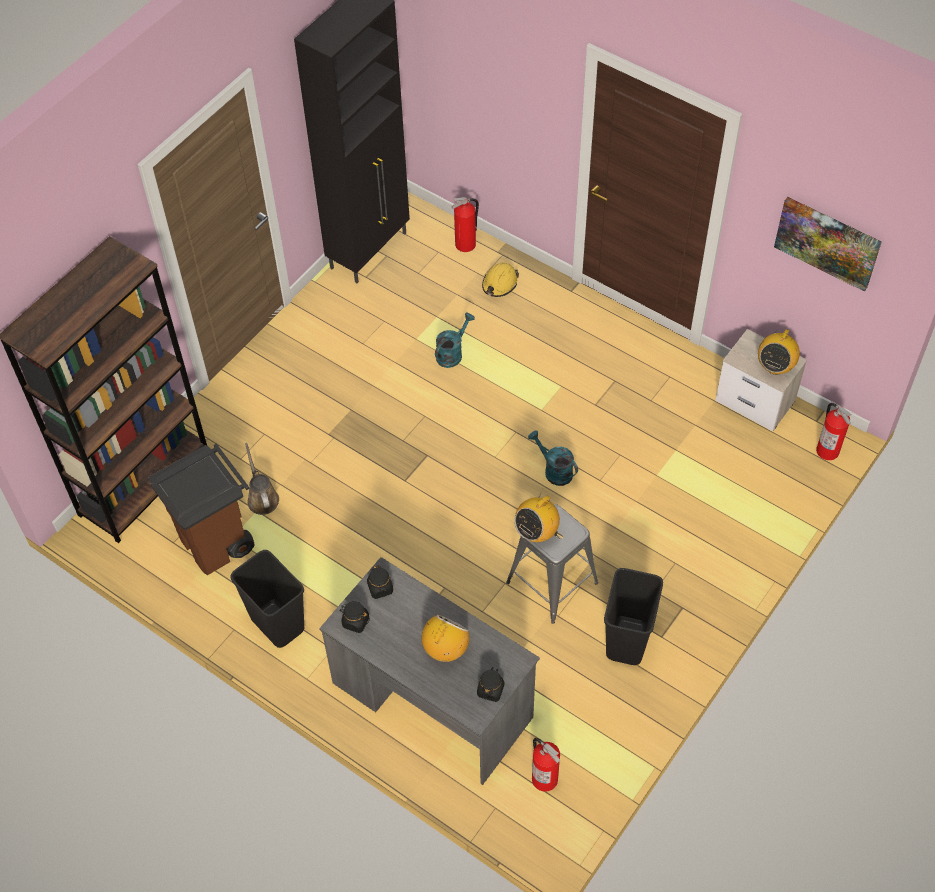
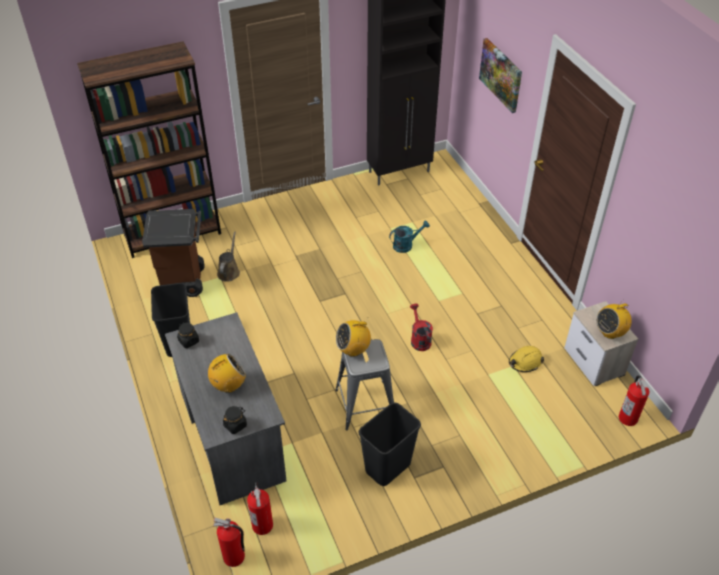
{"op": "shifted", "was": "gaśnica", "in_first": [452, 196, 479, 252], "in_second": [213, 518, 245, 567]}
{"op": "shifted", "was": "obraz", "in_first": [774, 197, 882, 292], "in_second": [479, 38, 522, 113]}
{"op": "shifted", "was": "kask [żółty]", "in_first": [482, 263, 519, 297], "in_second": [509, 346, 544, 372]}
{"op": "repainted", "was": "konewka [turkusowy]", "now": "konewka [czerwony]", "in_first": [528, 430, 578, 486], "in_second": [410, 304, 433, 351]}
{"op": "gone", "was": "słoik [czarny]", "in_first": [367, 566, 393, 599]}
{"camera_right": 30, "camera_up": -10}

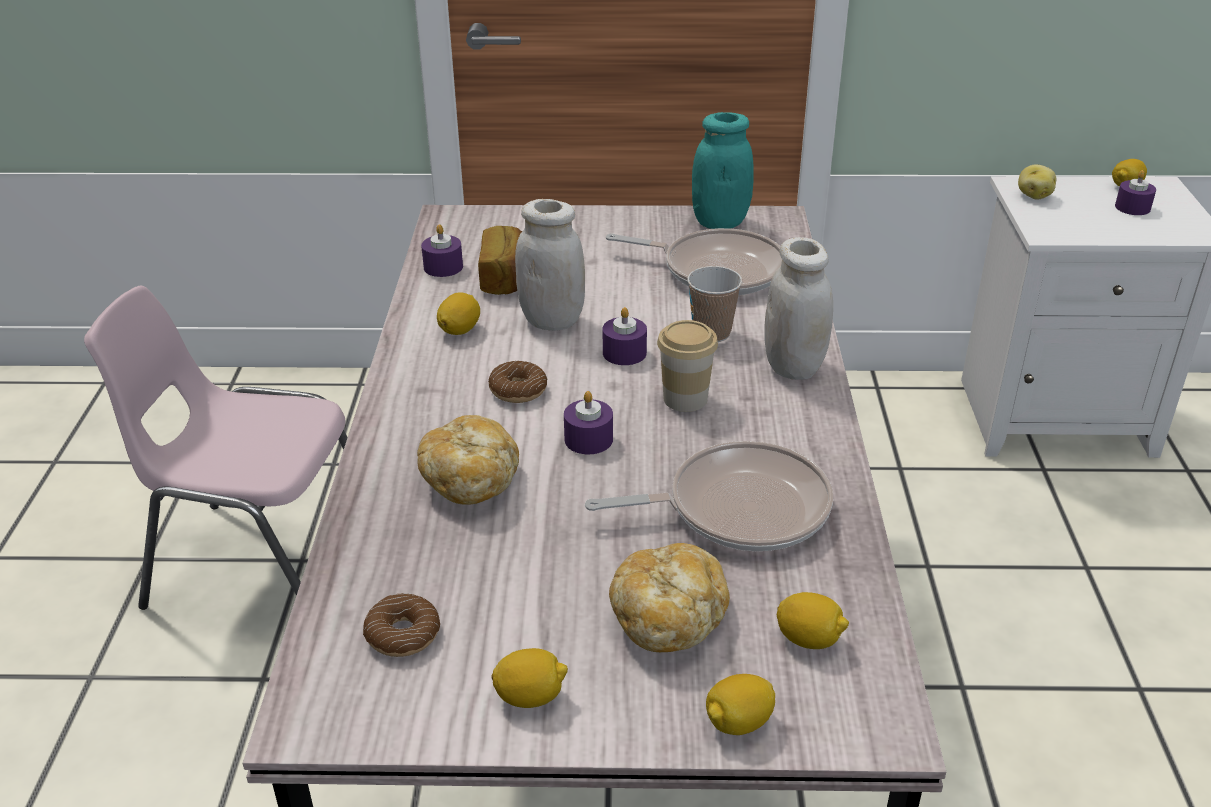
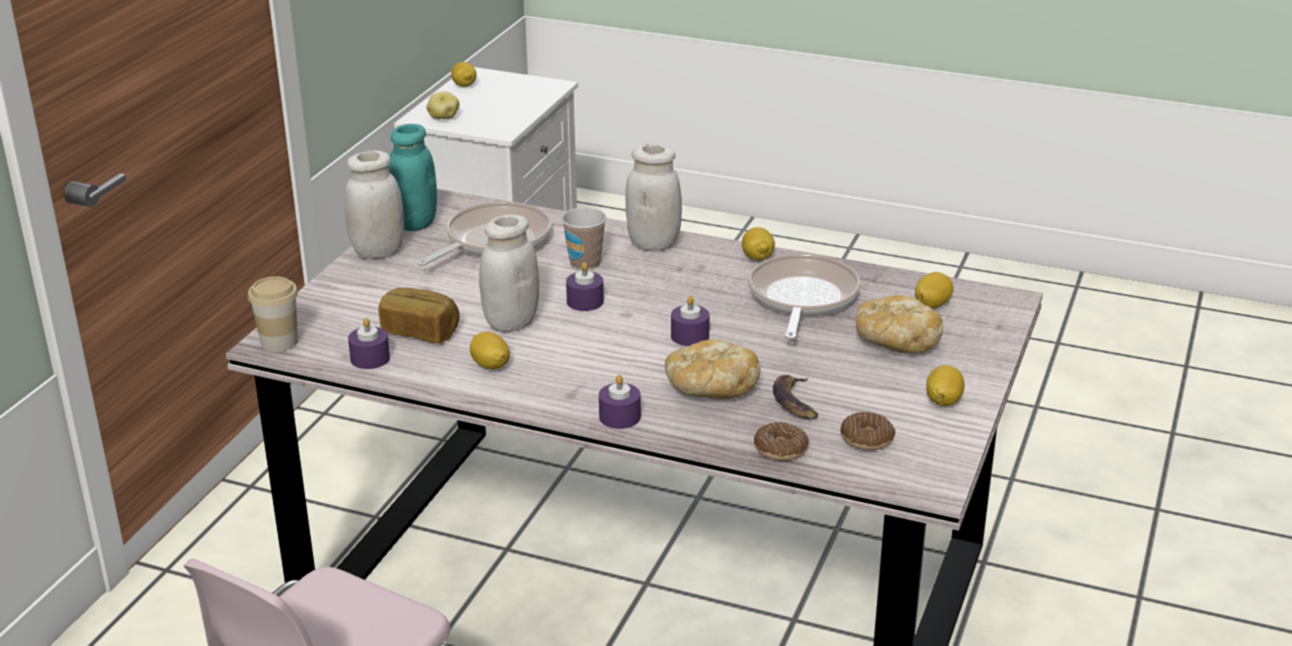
{"op": "shifted", "was": "świeca [fioletowy]", "in_first": [1115, 170, 1156, 215], "in_second": [599, 374, 641, 429]}
{"op": "shifted", "was": "filiżanka", "in_first": [657, 320, 718, 412], "in_second": [248, 276, 298, 352]}
{"op": "shifted", "was": "donut", "in_first": [488, 361, 547, 403], "in_second": [754, 422, 809, 461]}
{"op": "shifted", "was": "cytryna", "in_first": [706, 674, 775, 735], "in_second": [742, 227, 775, 260]}
{"op": "new", "now": "słoik [biały]", "in_second": [345, 150, 404, 259]}
{"op": "new", "now": "banan", "in_second": [773, 375, 818, 419]}
{"camera_right": -70, "camera_up": -5}

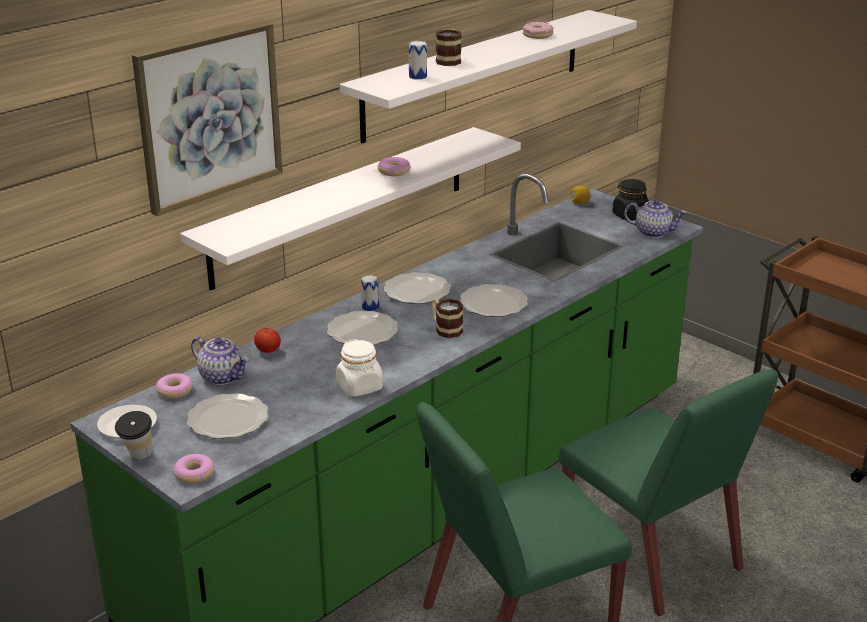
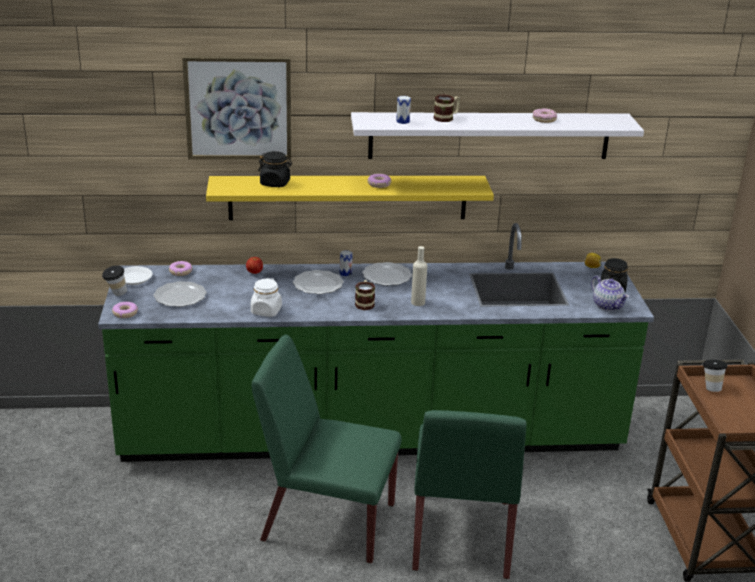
{"op": "repainted", "was": "półka [biały]", "now": "półka [żółty]", "in_first": [180, 127, 521, 291], "in_second": [206, 176, 494, 220]}
{"op": "swapped", "was": "talerz", "now": "butelka [beżowy]", "in_first": [460, 284, 528, 317], "in_second": [411, 246, 427, 306]}
{"op": "gone", "was": "imbryk", "in_first": [191, 337, 249, 385]}
{"op": "new", "now": "słoik [czarny]", "in_second": [258, 151, 292, 187]}
{"op": "new", "now": "filiżanka", "in_second": [703, 360, 728, 392]}
{"camera_right": 40, "camera_up": 0}

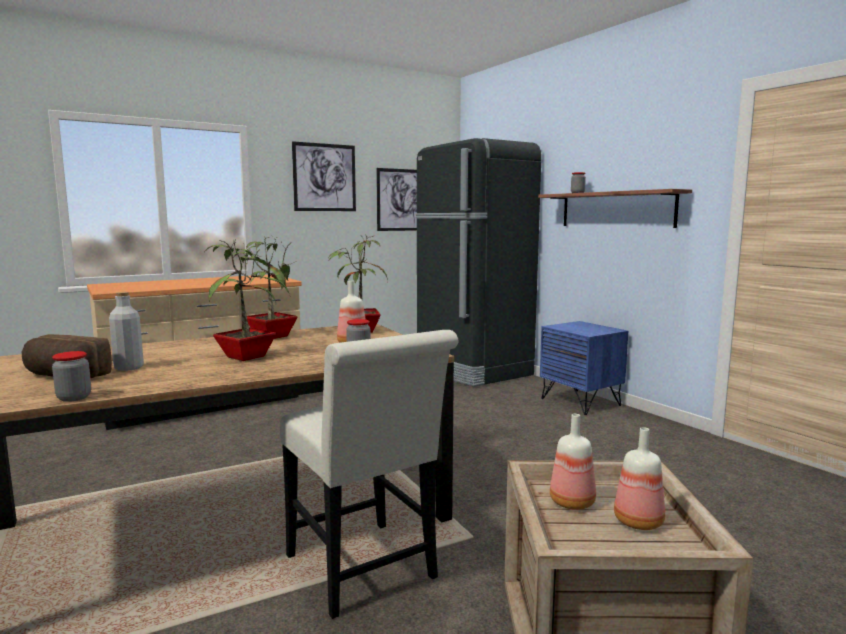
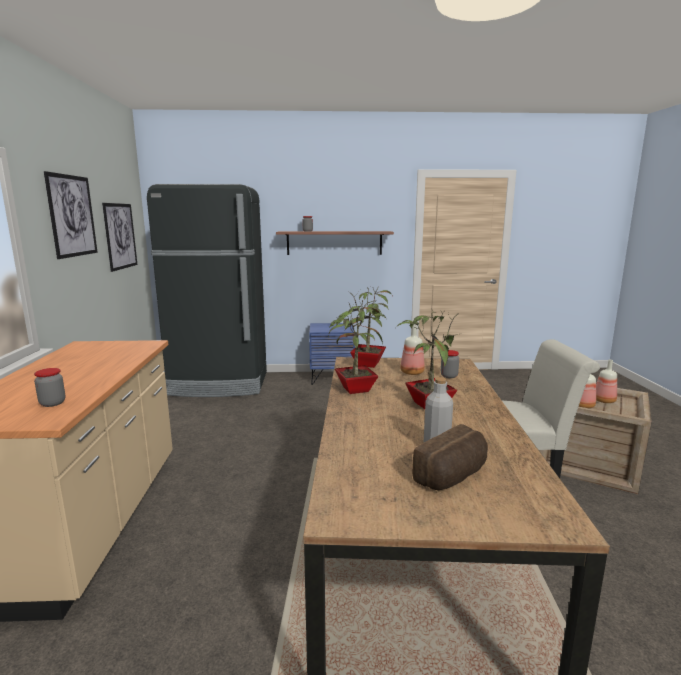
{"op": "shifted", "was": "słoik", "in_first": [52, 351, 91, 402], "in_second": [34, 368, 65, 407]}
{"camera_right": -60, "camera_up": 5}

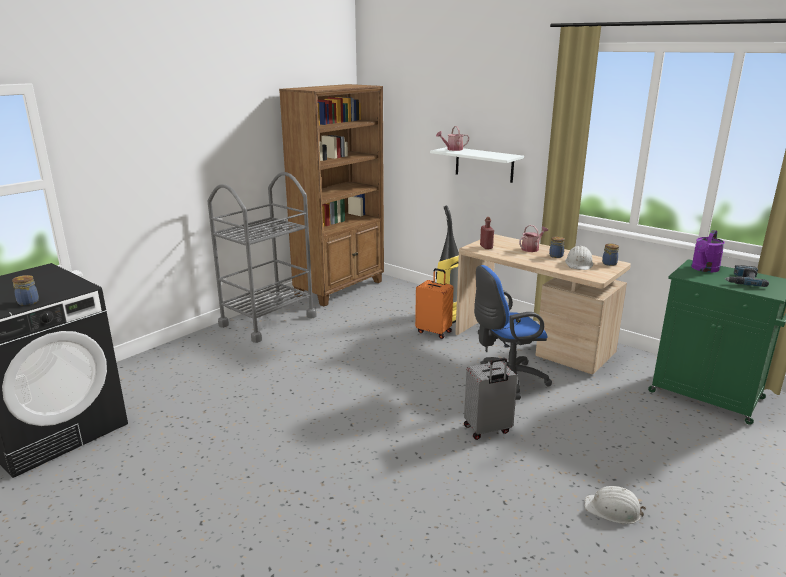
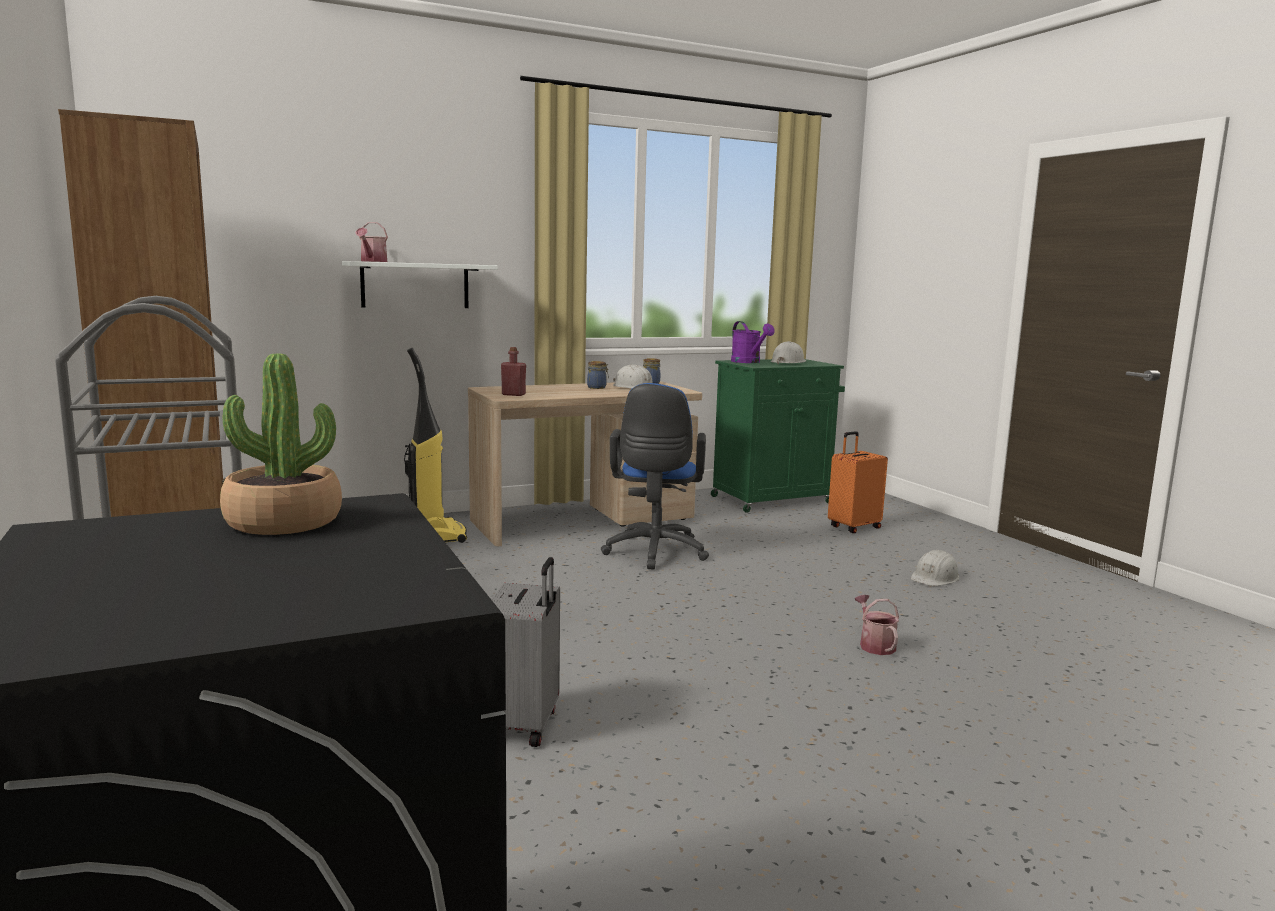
{"op": "shifted", "was": "konewka", "in_first": [519, 225, 548, 252], "in_second": [855, 595, 899, 655]}
{"op": "swapped", "was": "wiertarka", "now": "kask [biały]", "in_first": [724, 265, 769, 287], "in_second": [771, 341, 807, 364]}
{"op": "shifted", "was": "walizka [pomarańczowy]", "in_first": [415, 268, 454, 339], "in_second": [828, 431, 888, 533]}
{"op": "gone", "was": "słoik", "in_first": [12, 275, 39, 306]}
{"op": "shifted", "was": "walizka [szary]", "in_first": [464, 358, 518, 440], "in_second": [491, 557, 560, 747]}
{"op": "new", "now": "roślina doniczkowa", "in_second": [220, 353, 342, 535]}
{"camera_right": -65, "camera_up": -10}

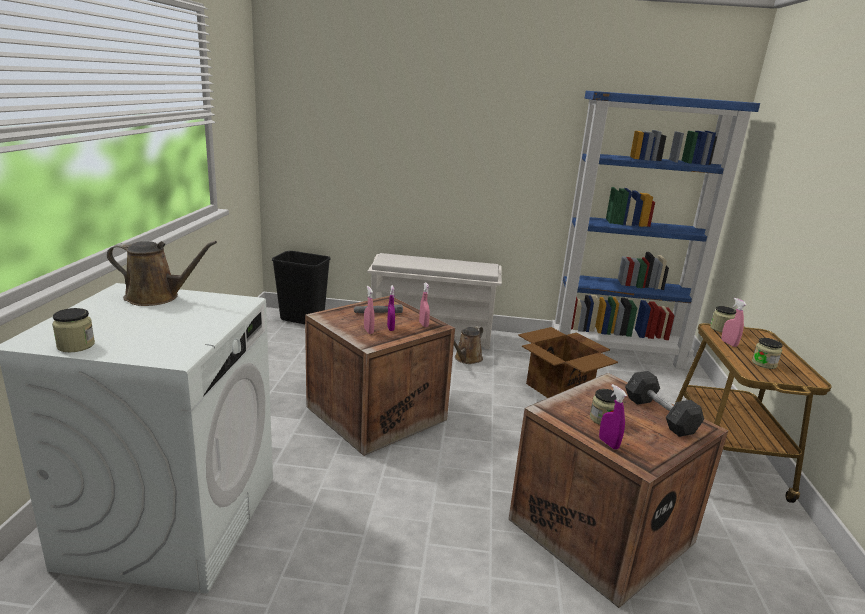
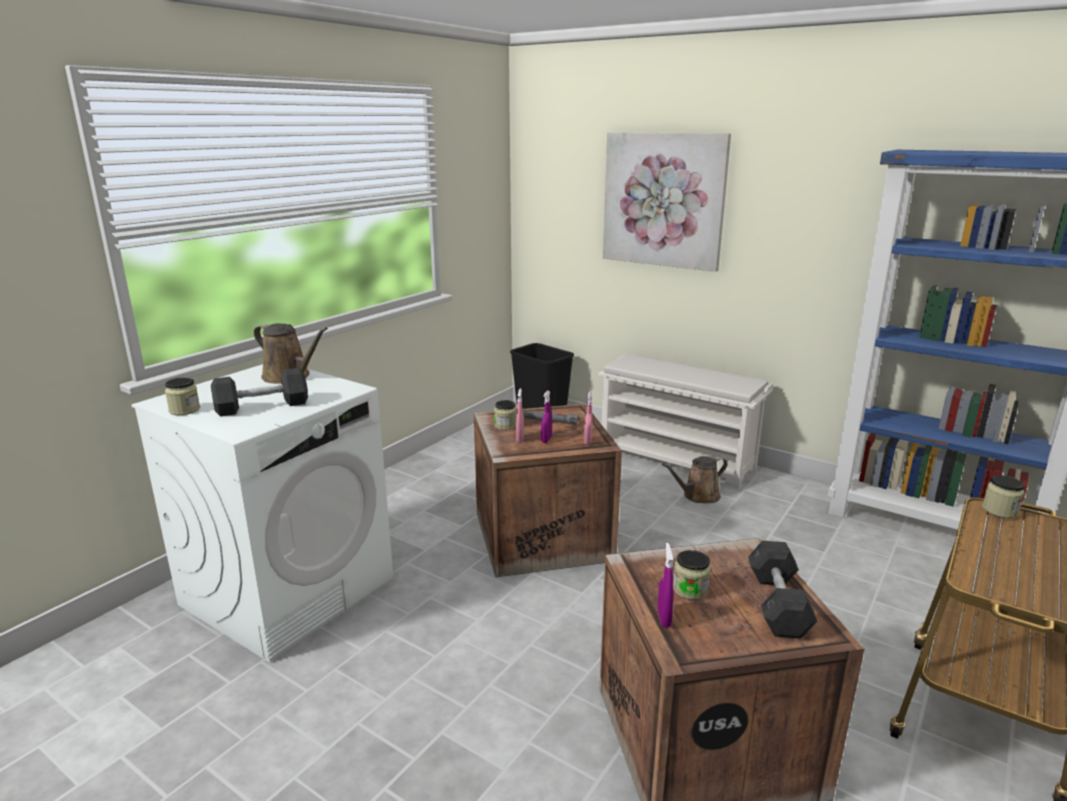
{"op": "gone", "was": "spryskiwacz [różowy]", "in_first": [721, 298, 747, 347]}
{"op": "gone", "was": "karton", "in_first": [518, 327, 618, 398]}
{"op": "shifted", "was": "słoik", "in_first": [752, 338, 783, 369], "in_second": [494, 400, 517, 430]}
{"op": "new", "now": "obraz", "in_second": [603, 132, 731, 272]}
{"op": "new", "now": "hantel [szary]", "in_second": [211, 368, 308, 417]}
{"camera_right": 30, "camera_up": 0}

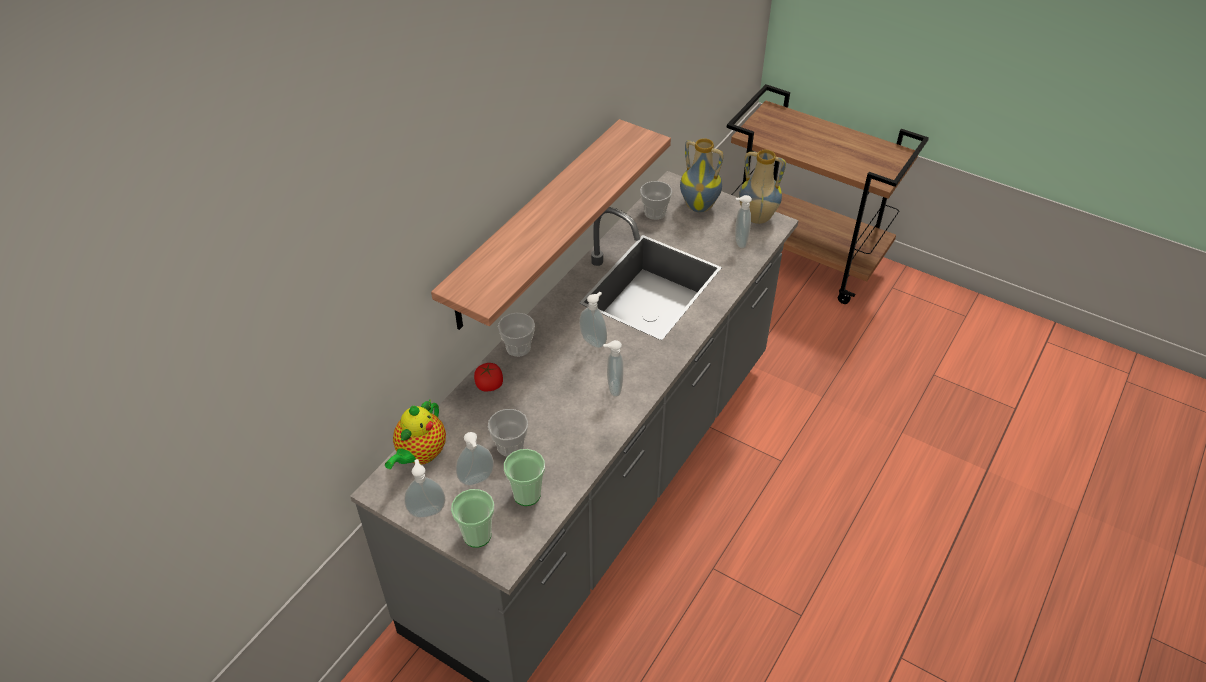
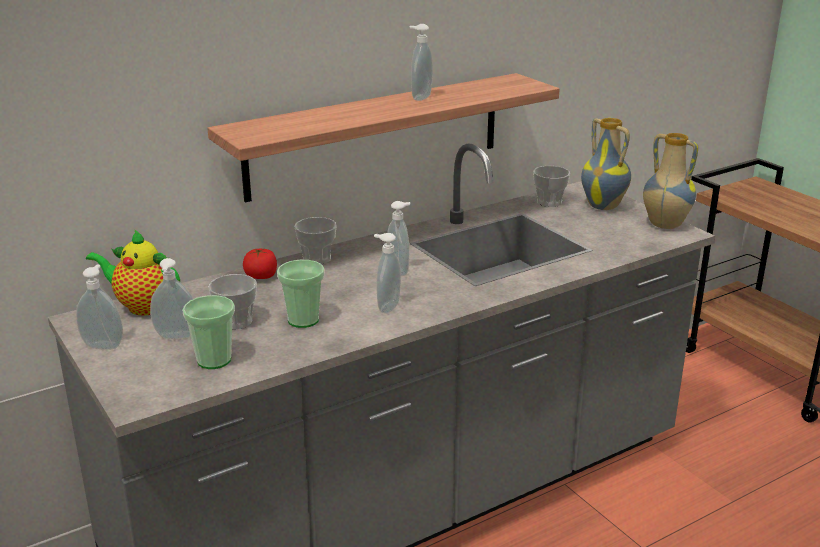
{"op": "shifted", "was": "dozownik mydła", "in_first": [735, 195, 752, 248], "in_second": [409, 24, 433, 101]}
{"op": "rotated", "was": "imbryk", "in_first": [385, 399, 446, 469], "in_second": [86, 229, 180, 316], "clockwise": 60}
{"op": "shifted", "was": "filiżanka", "in_first": [451, 489, 495, 548], "in_second": [277, 260, 324, 328]}
{"camera_right": 25, "camera_up": -20}

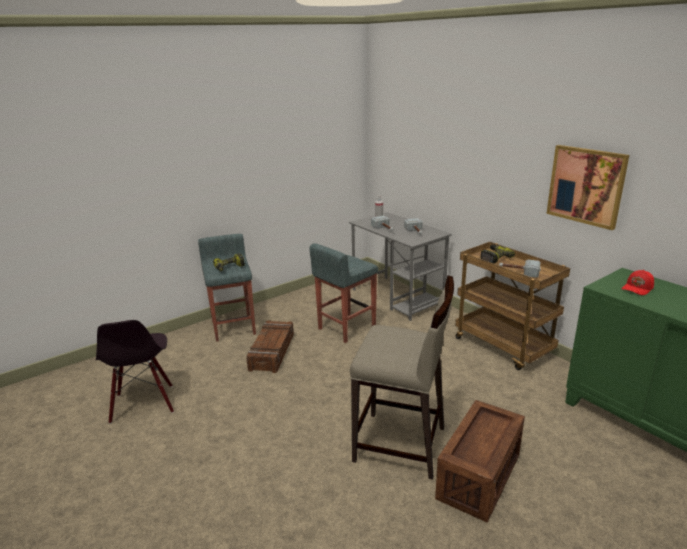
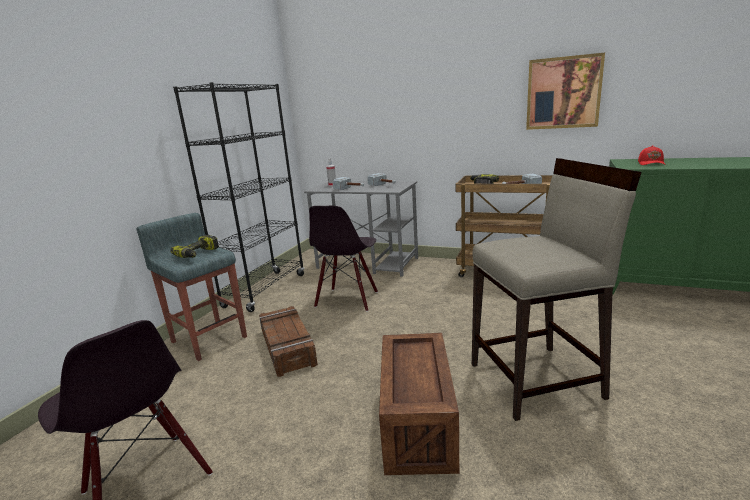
{"op": "swapped", "was": "stołek [szary]", "now": "krzesło [czarny]", "in_first": [310, 243, 378, 343], "in_second": [309, 206, 378, 312]}
{"op": "shifted", "was": "skrzynka", "in_first": [435, 400, 525, 523], "in_second": [379, 333, 459, 475]}
{"op": "new", "now": "regał [czarny]", "in_second": [173, 82, 304, 312]}
{"camera_right": -30, "camera_up": -5}

